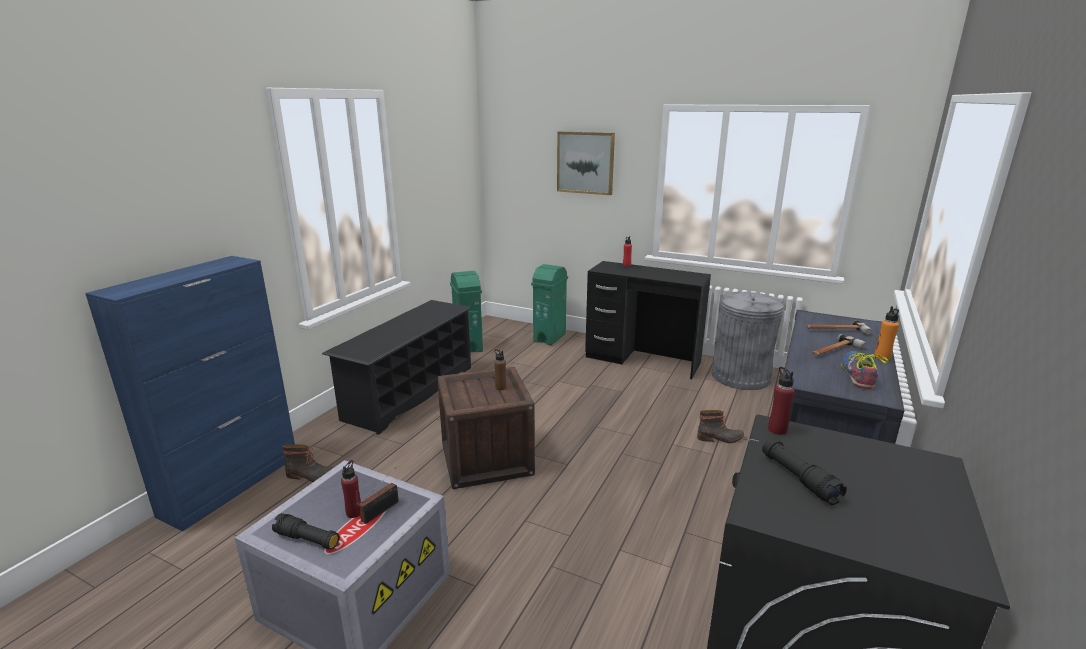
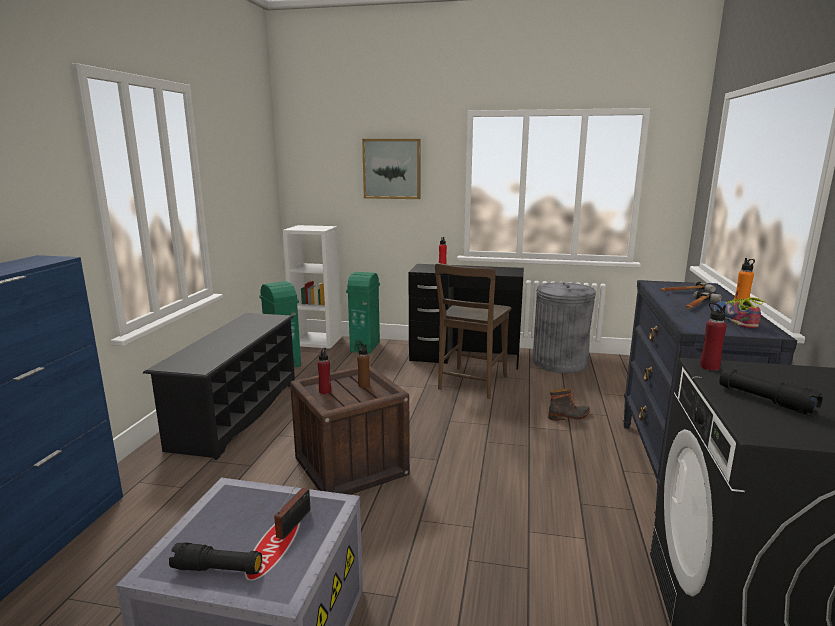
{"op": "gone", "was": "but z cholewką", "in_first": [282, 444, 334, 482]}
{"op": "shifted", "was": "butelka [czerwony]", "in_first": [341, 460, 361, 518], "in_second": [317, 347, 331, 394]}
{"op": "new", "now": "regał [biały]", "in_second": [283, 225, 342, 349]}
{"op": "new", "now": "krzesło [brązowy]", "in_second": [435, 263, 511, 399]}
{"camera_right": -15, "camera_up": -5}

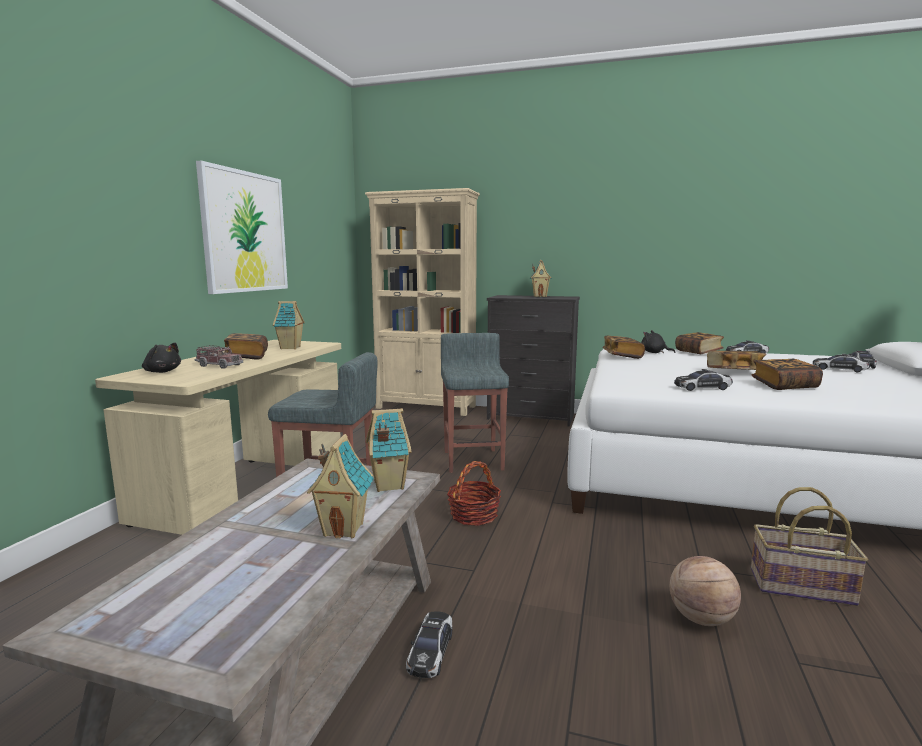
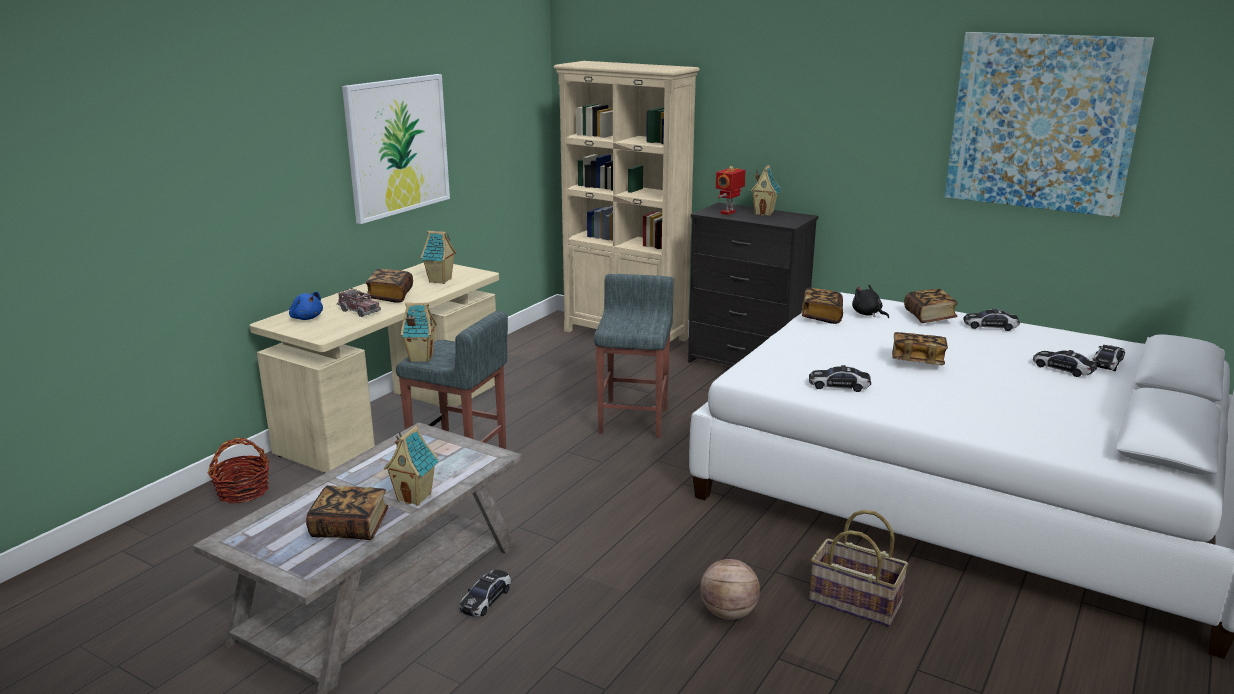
{"op": "repainted", "was": "pluszak [czarny]", "now": "pluszak [niebieski]", "in_first": [142, 342, 181, 373], "in_second": [289, 291, 323, 320]}
{"op": "shifted", "was": "książka", "in_first": [752, 359, 823, 390], "in_second": [306, 485, 389, 540]}
{"op": "shifted", "was": "domek", "in_first": [366, 408, 411, 492], "in_second": [401, 303, 437, 362]}
{"op": "shifted", "was": "koszyk", "in_first": [447, 461, 501, 526], "in_second": [207, 438, 269, 503]}
{"op": "new", "now": "obraz", "in_second": [944, 32, 1154, 217]}
{"op": "new", "now": "robot zabawkowy", "in_second": [716, 166, 746, 215]}
{"camera_right": 15, "camera_up": 10}

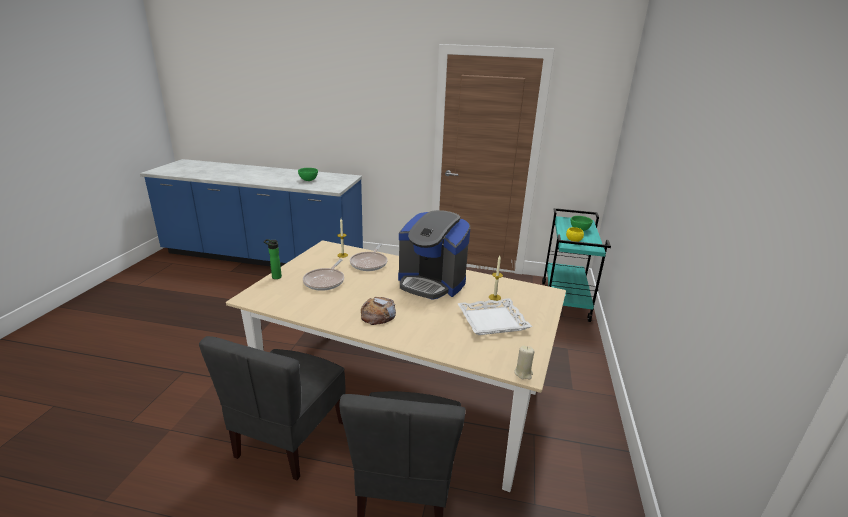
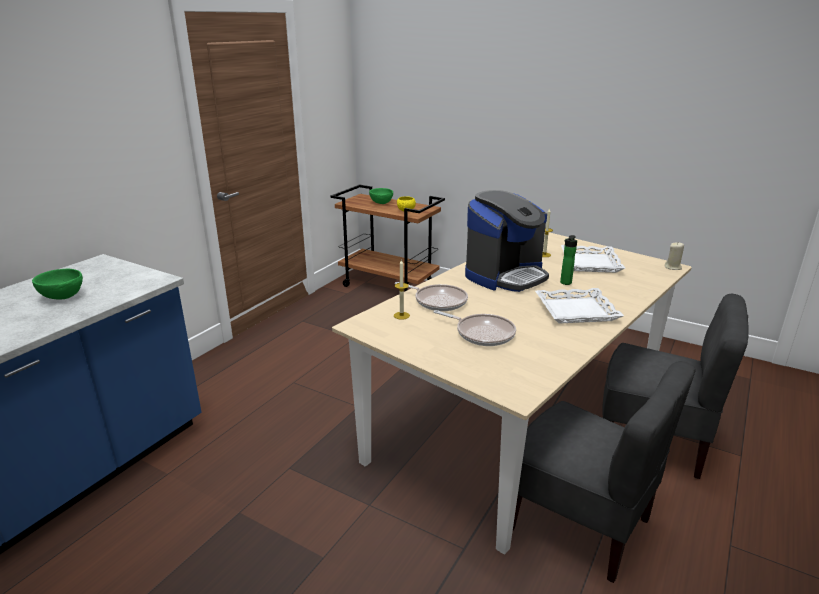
{"op": "repainted", "was": "wózek [turkusowy]", "now": "wózek [brązowy]", "in_first": [542, 208, 611, 322], "in_second": [330, 185, 445, 291]}
{"op": "shifted", "was": "butelka", "in_first": [264, 239, 282, 279], "in_second": [560, 235, 577, 285]}
{"op": "swapped", "was": "chleb", "now": "taca [biały]", "in_first": [361, 297, 396, 325], "in_second": [535, 288, 624, 323]}
{"camera_right": -70, "camera_up": 0}

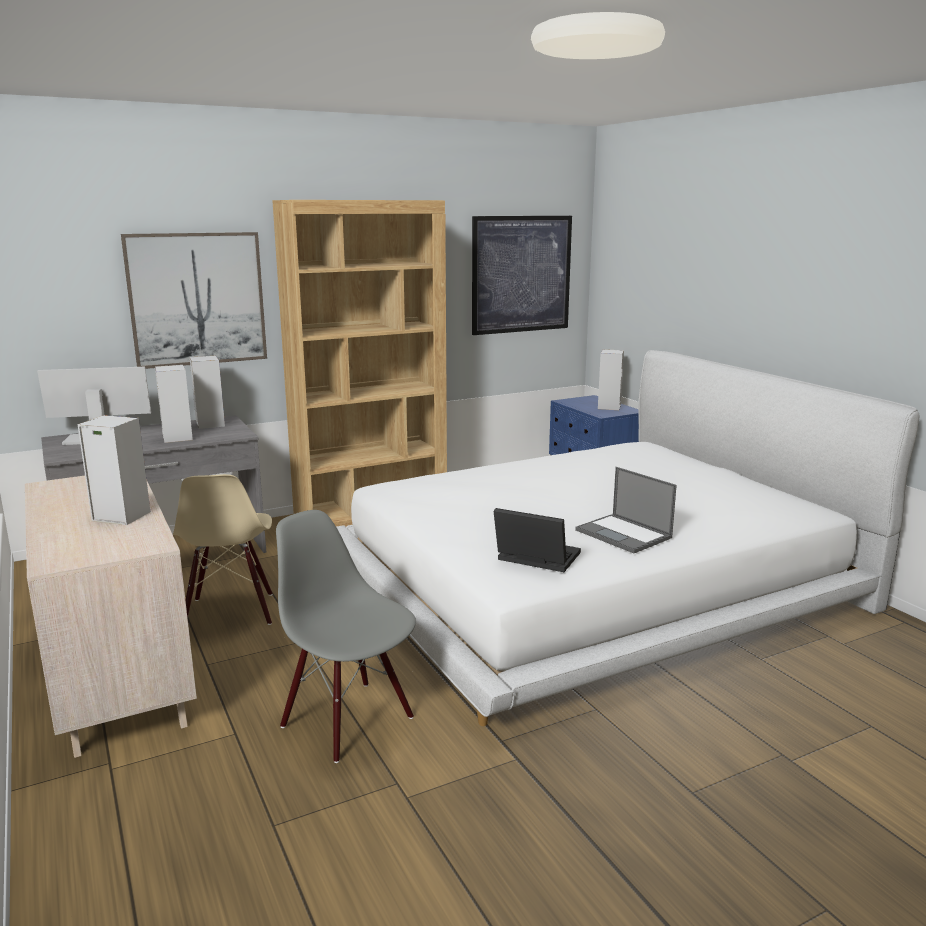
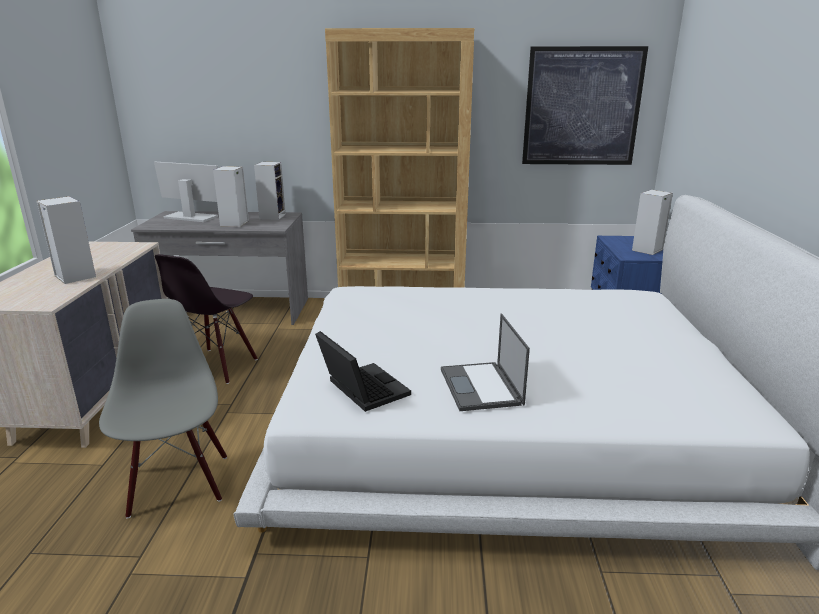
{"op": "gone", "was": "obraz", "in_first": [121, 232, 267, 369]}
{"op": "repainted", "was": "krzesło [beżowy]", "now": "krzesło [czarny]", "in_first": [173, 474, 272, 625], "in_second": [155, 254, 258, 384]}
{"camera_right": 30, "camera_up": 5}

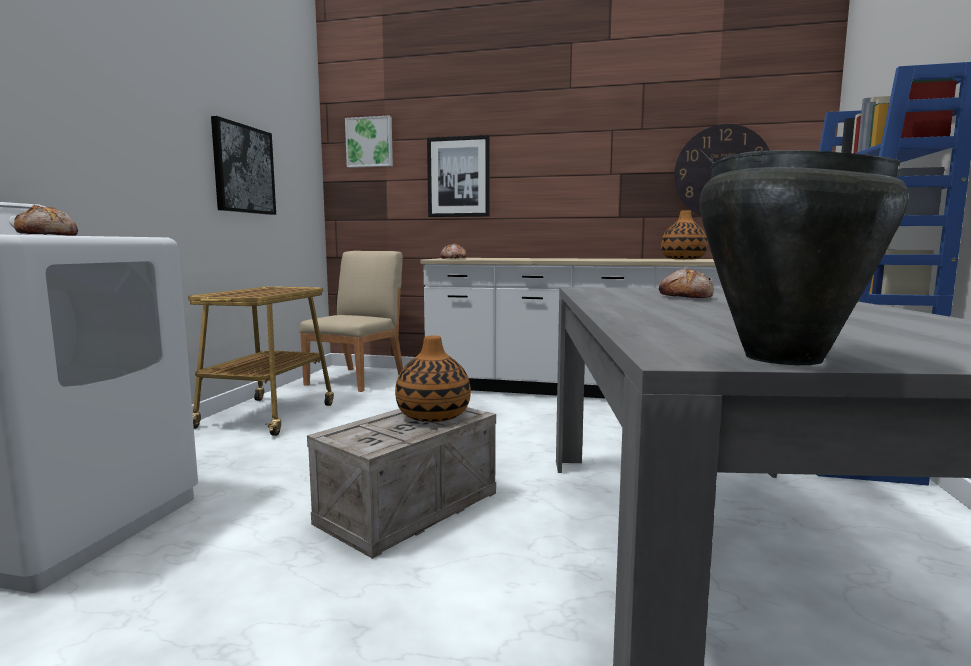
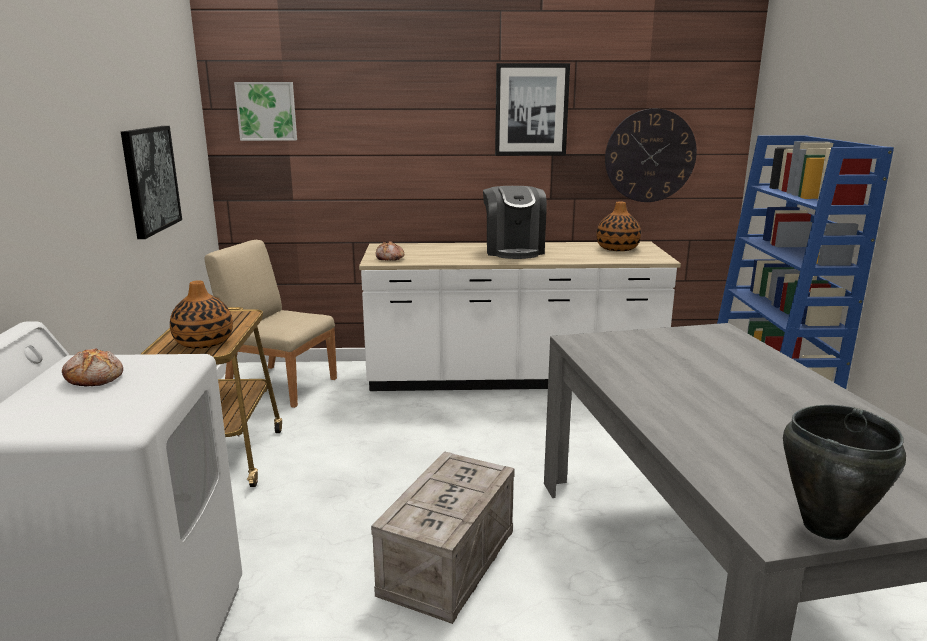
{"op": "shifted", "was": "obraz", "in_first": [427, 135, 490, 217], "in_second": [495, 63, 570, 156]}
{"op": "rotated", "was": "krzesło [beżowy]", "in_first": [299, 251, 403, 392], "in_second": [205, 240, 337, 408], "clockwise": -75}
{"op": "gone", "was": "chleb", "in_first": [659, 268, 714, 298]}
{"op": "shifted", "was": "wazon", "in_first": [395, 335, 471, 422], "in_second": [170, 280, 233, 349]}
{"op": "new", "now": "ekspres do kawy", "in_second": [483, 186, 547, 259]}
{"camera_right": -15, "camera_up": 10}

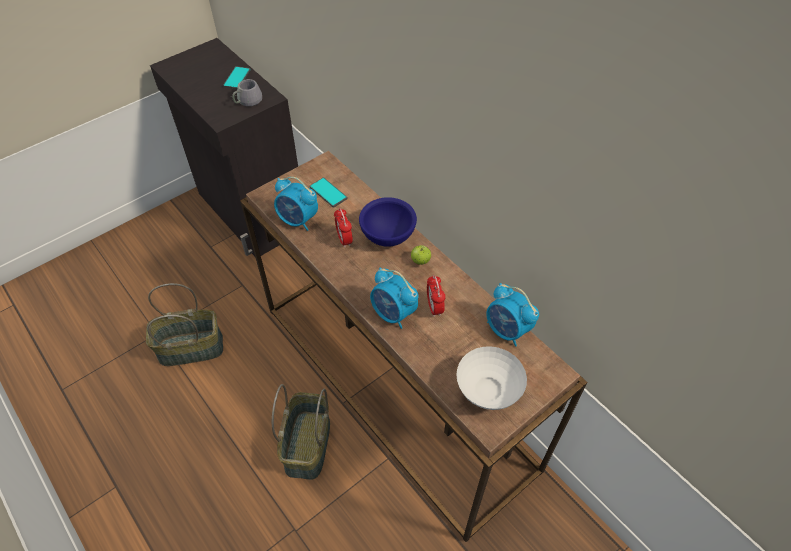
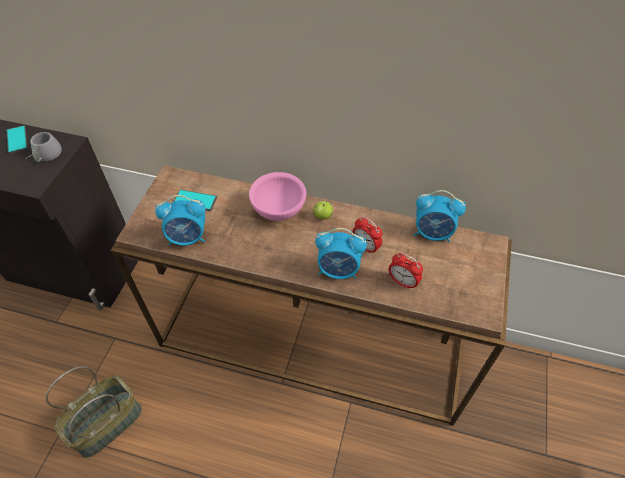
{"op": "repainted", "was": "miska [niebieski]", "now": "miska [różowy]", "in_first": [359, 197, 417, 247], "in_second": [249, 172, 306, 221]}
{"op": "shifted", "was": "budzik", "in_first": [334, 208, 353, 248], "in_second": [389, 253, 423, 290]}
{"op": "gone", "was": "miska [biały]", "in_first": [457, 346, 527, 410]}
{"op": "gone", "was": "koszyk", "in_first": [272, 384, 330, 480]}
{"camera_right": -35, "camera_up": 0}

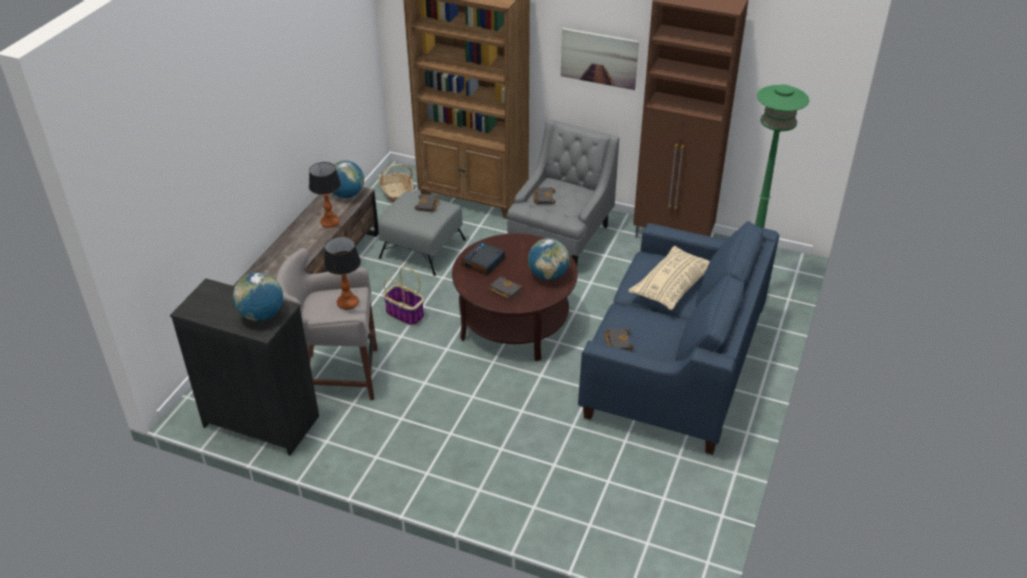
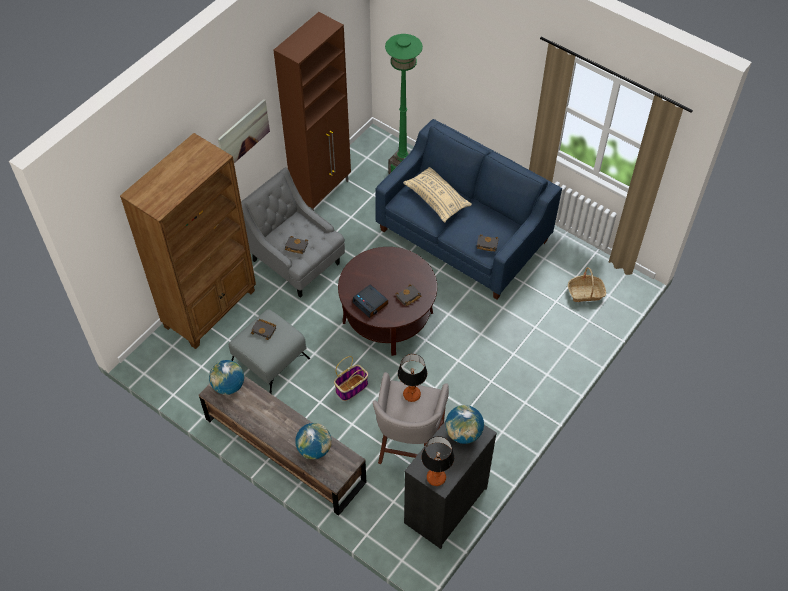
{"op": "shifted", "was": "lampa stołowa", "in_first": [309, 162, 341, 228], "in_second": [421, 436, 454, 486]}
{"op": "shifted", "was": "koszyk", "in_first": [378, 164, 413, 202], "in_second": [568, 267, 606, 302]}
{"op": "shifted", "was": "globus", "in_first": [528, 238, 570, 280], "in_second": [295, 423, 332, 459]}
{"camera_right": -75, "camera_up": 15}

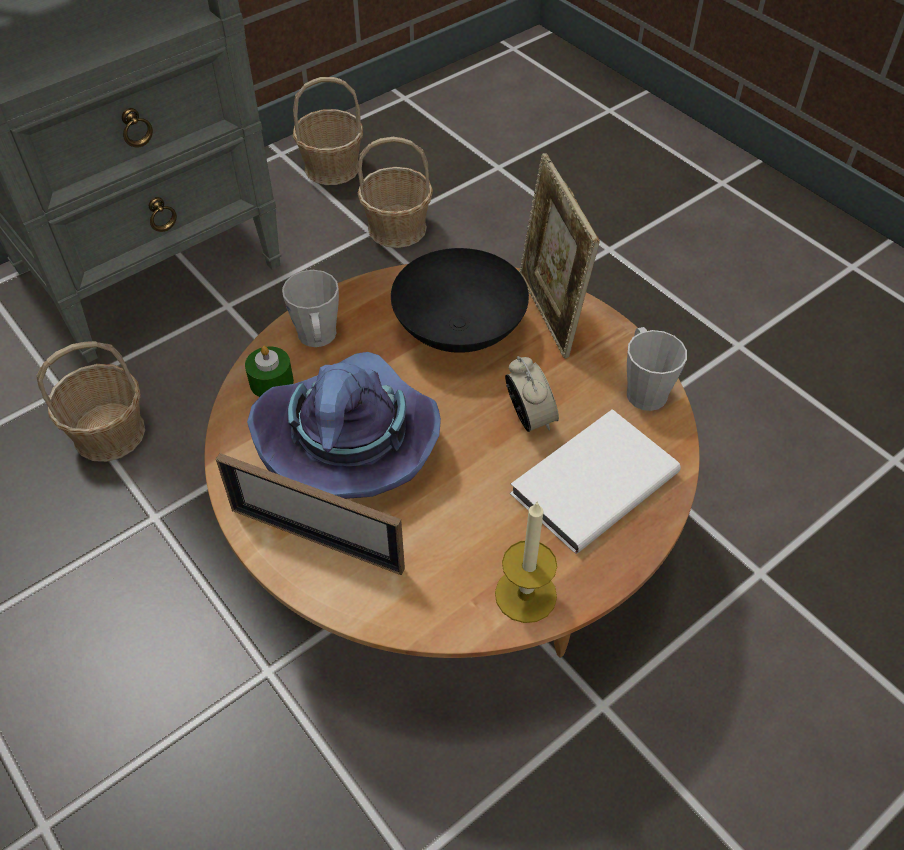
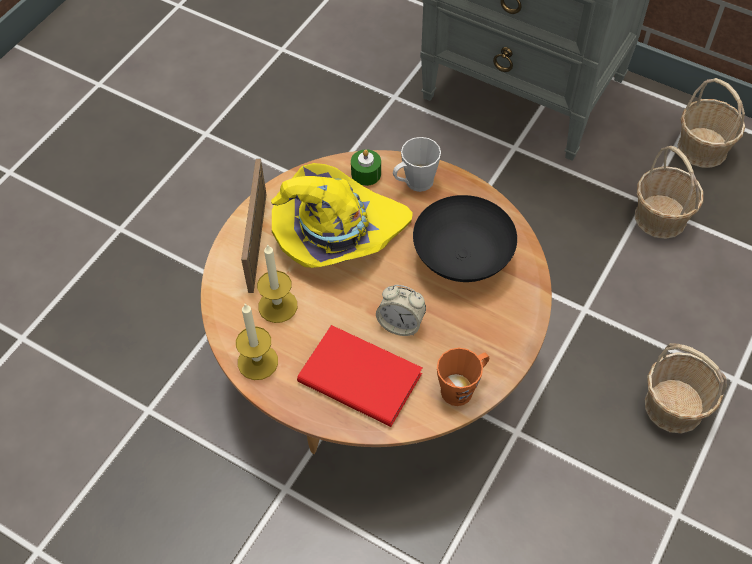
{"op": "gone", "was": "ramka na zdjęcie", "in_first": [519, 153, 600, 359]}
{"op": "repainted", "was": "kubek [szary]", "now": "kubek [pomarańczowy]", "in_first": [627, 327, 687, 411], "in_second": [437, 348, 490, 406]}
{"op": "shifted", "was": "koszyk", "in_first": [36, 341, 145, 462], "in_second": [645, 343, 727, 433]}
{"op": "repainted", "was": "kapelusz [fioletowy]", "now": "kapelusz [żółty]", "in_first": [247, 352, 441, 499], "in_second": [271, 163, 413, 268]}
{"op": "rotated", "was": "budzik", "in_first": [505, 356, 559, 432], "in_second": [376, 285, 426, 336], "clockwise": 60}
{"op": "repainted", "was": "książka [biały]", "now": "książka [czerwony]", "in_first": [510, 409, 681, 554], "in_second": [297, 325, 422, 427]}
{"op": "new", "now": "świeca", "in_second": [257, 244, 297, 323]}
{"camera_right": 70, "camera_up": 5}

